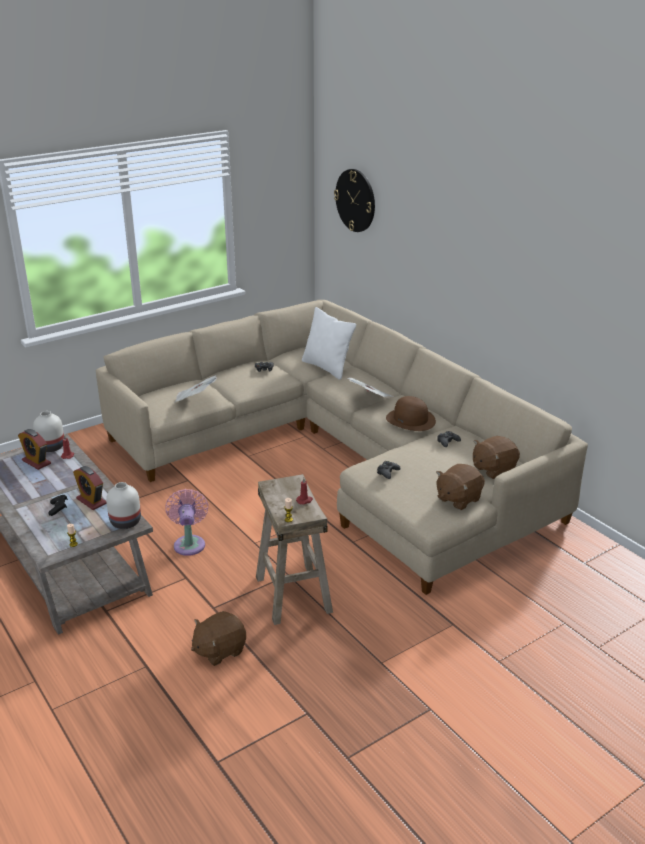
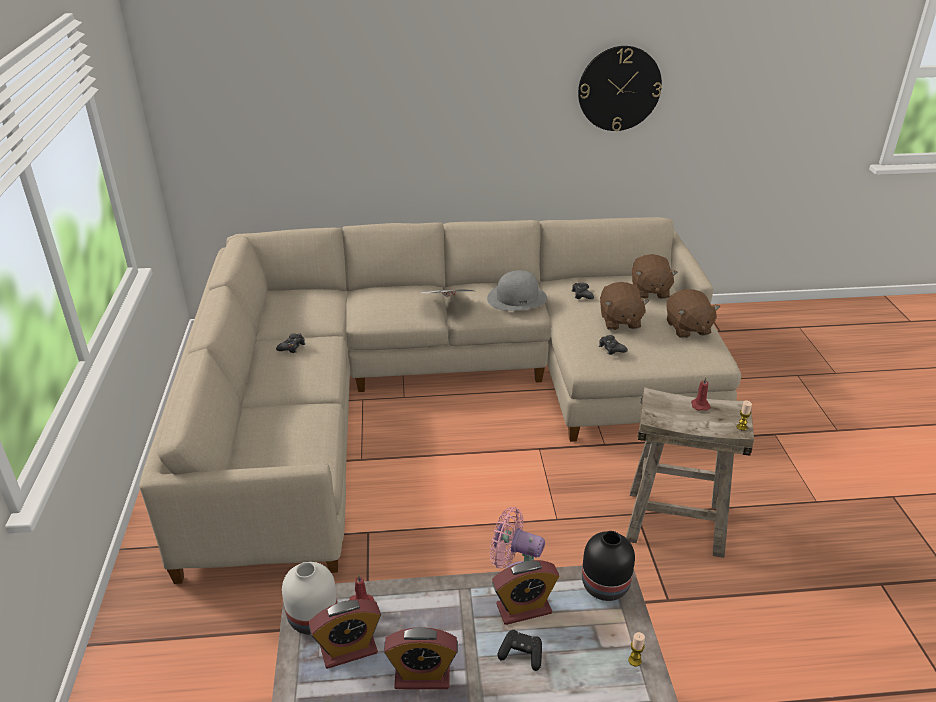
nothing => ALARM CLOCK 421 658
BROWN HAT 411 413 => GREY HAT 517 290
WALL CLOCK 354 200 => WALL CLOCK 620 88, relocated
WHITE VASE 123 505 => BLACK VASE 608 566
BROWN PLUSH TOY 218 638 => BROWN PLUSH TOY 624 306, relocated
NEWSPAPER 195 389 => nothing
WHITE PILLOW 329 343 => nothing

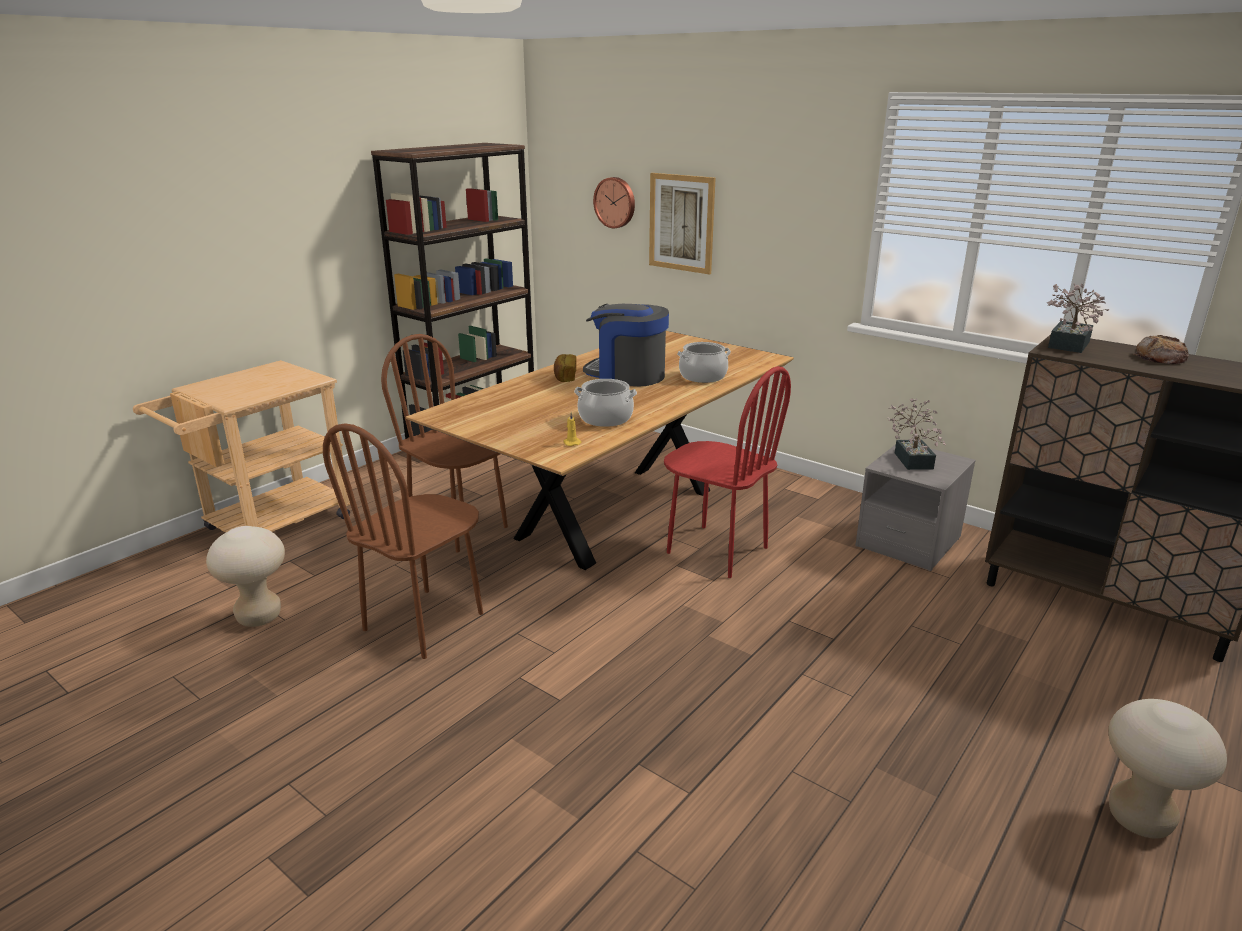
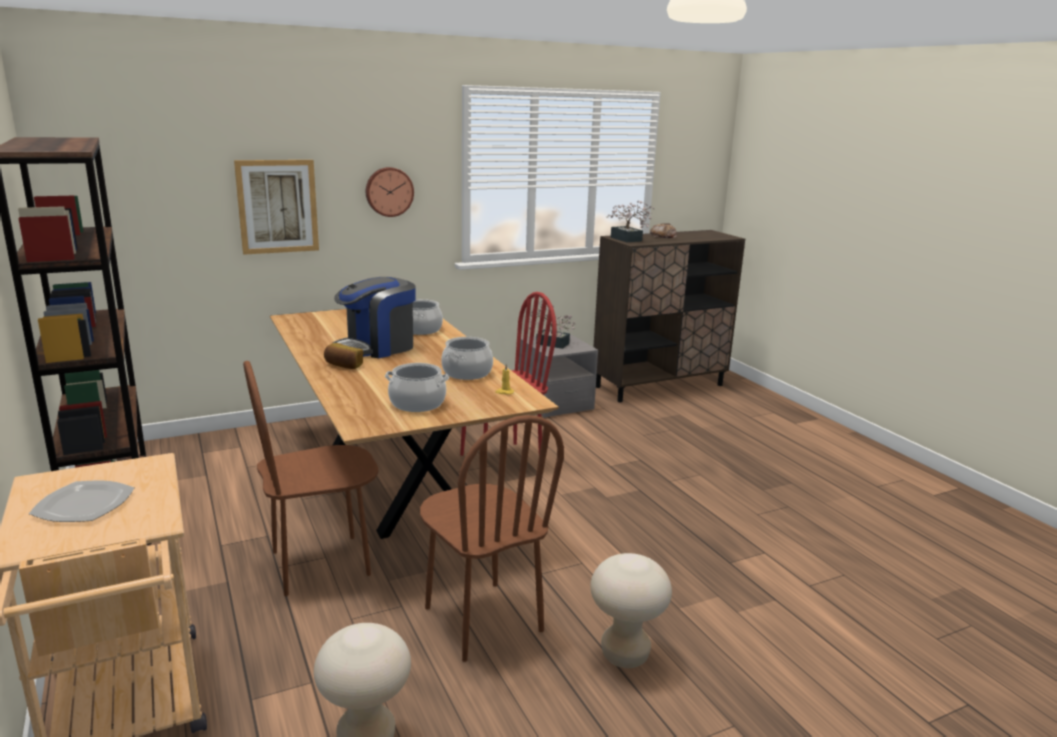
nothing => PLATE 81 501
WALL CLOCK 614 202 => WALL CLOCK 390 192, relocated
nothing => COOKING POT 417 387
BEIGE STOOL 1167 769 => BEIGE STOOL 631 610, relocated

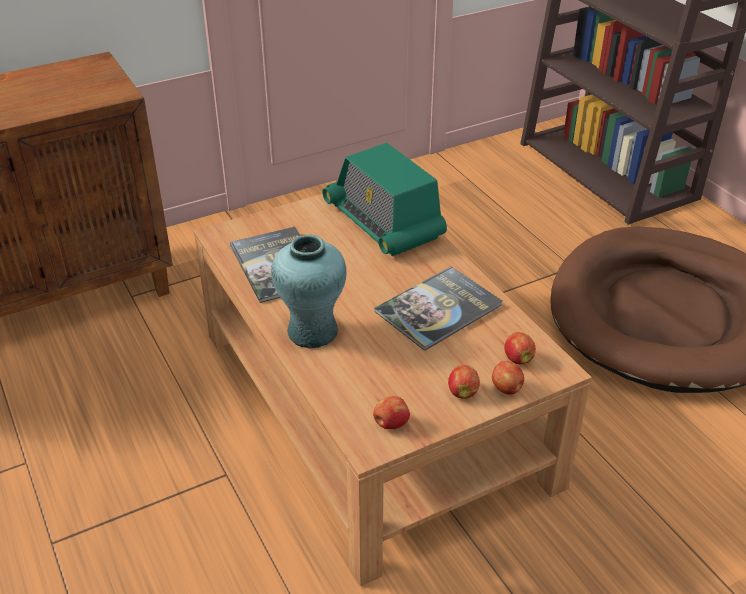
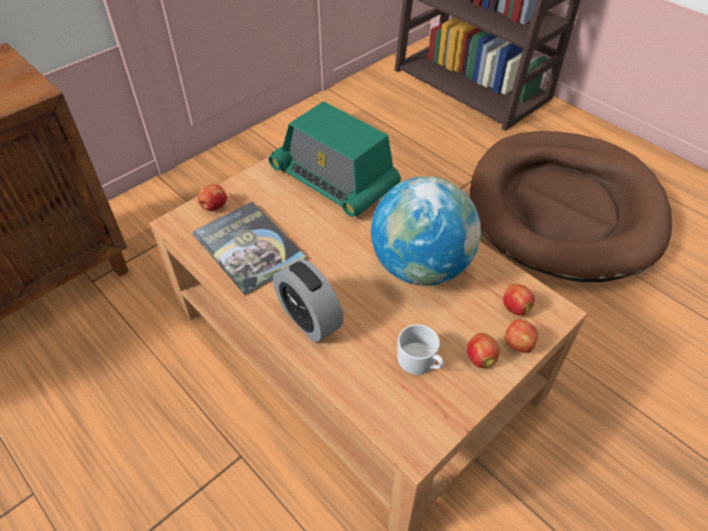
APPLE 391 412 => APPLE 212 197, relocated
TURQUOISE VASE 308 291 => ALARM CLOCK 308 300
BOOK 438 308 => GLOBE 426 231
nothing => WHITE MUG 420 349

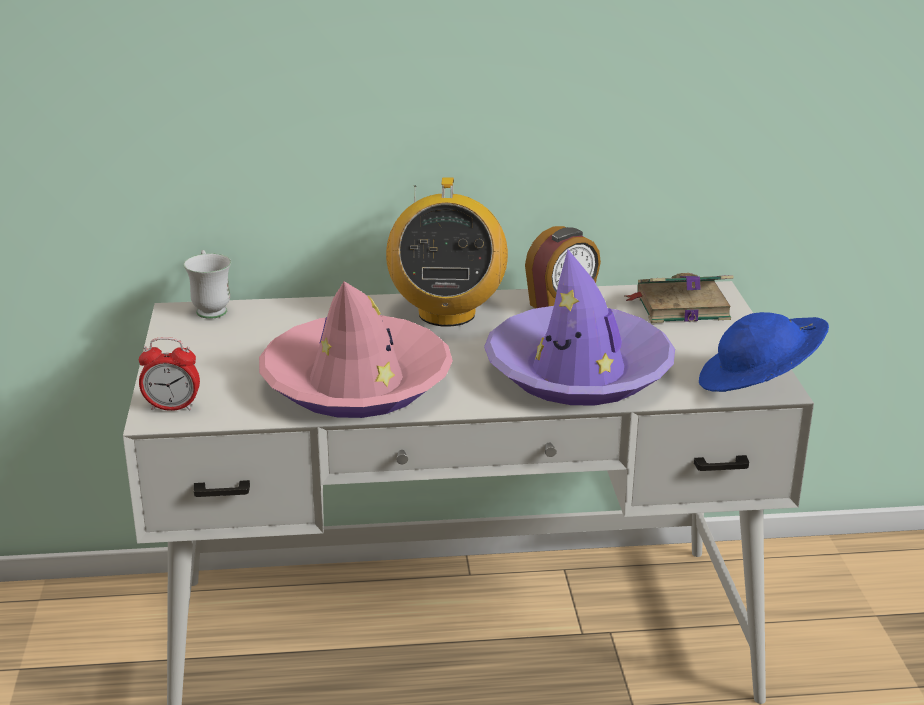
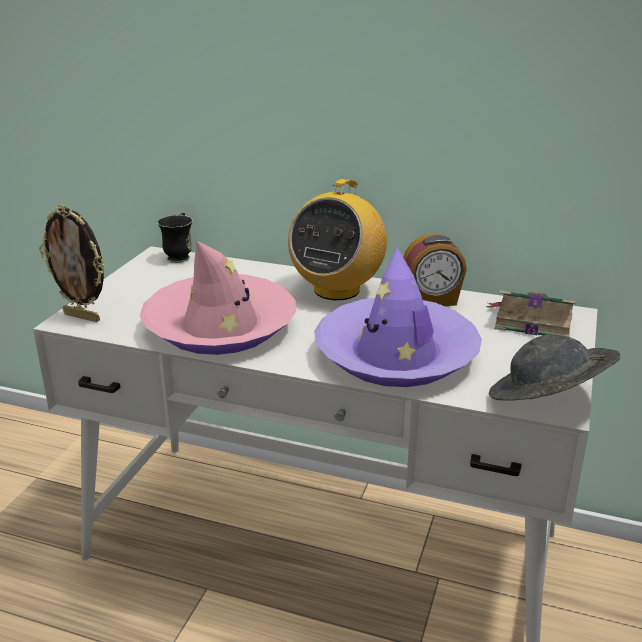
ALARM CLOCK 169 374 => PICTURE FRAME 72 263
WHITE MUG 207 284 => BLACK MUG 175 238
BLUE HAT 764 352 => GREY HAT 554 367

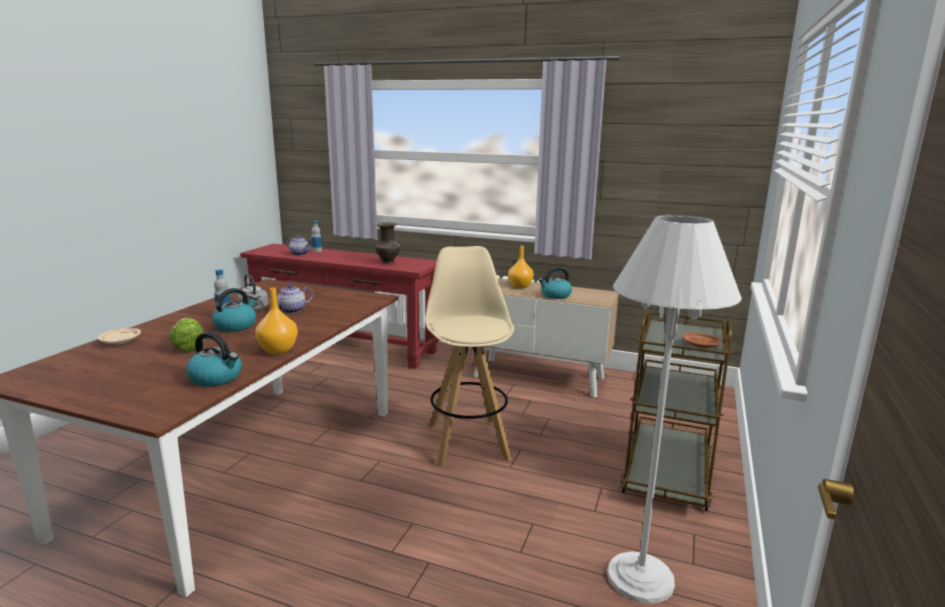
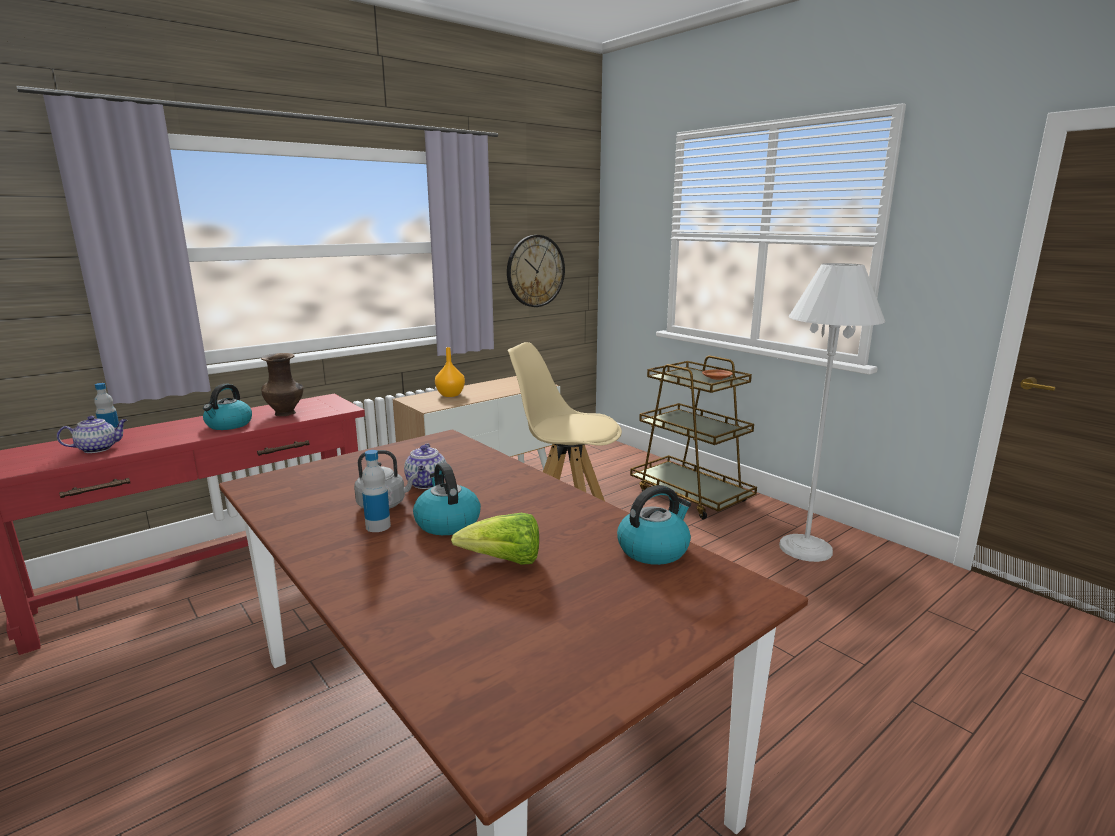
KETTLE 555 283 => KETTLE 227 407, relocated
nothing => WALL CLOCK 536 271
BEIGE PLATE 119 336 => nothing
ORANGE VASE 276 320 => nothing

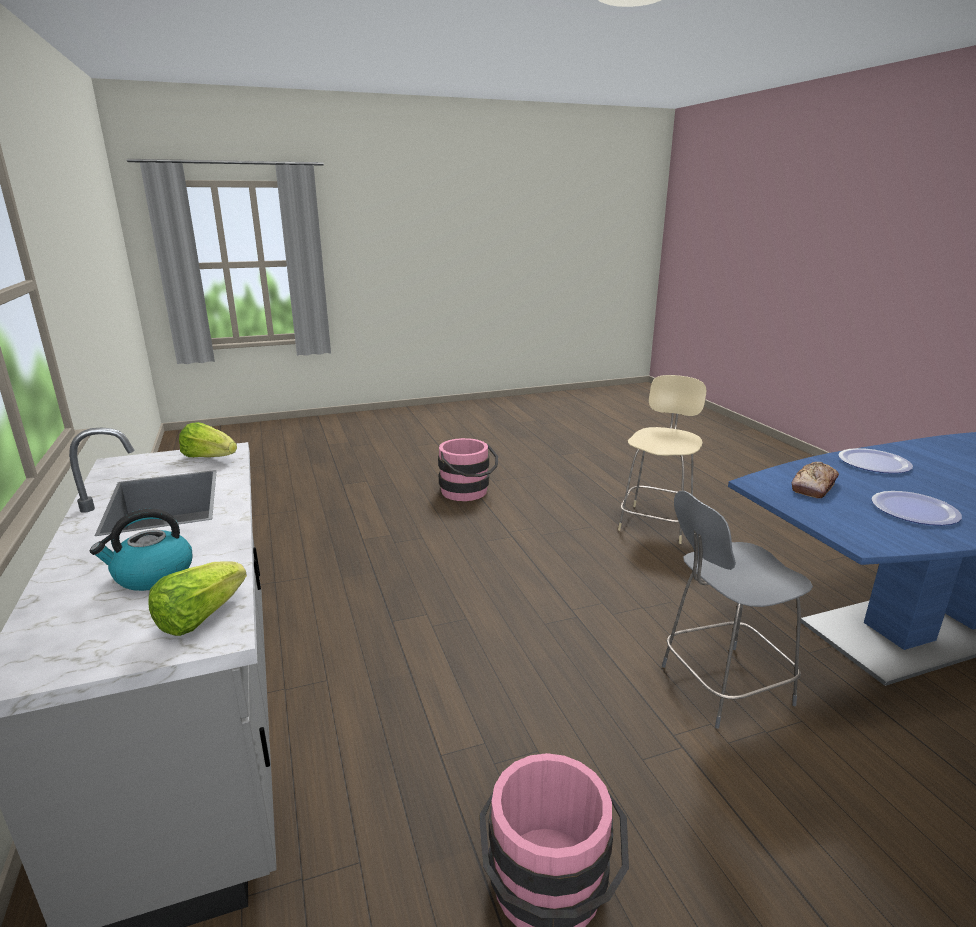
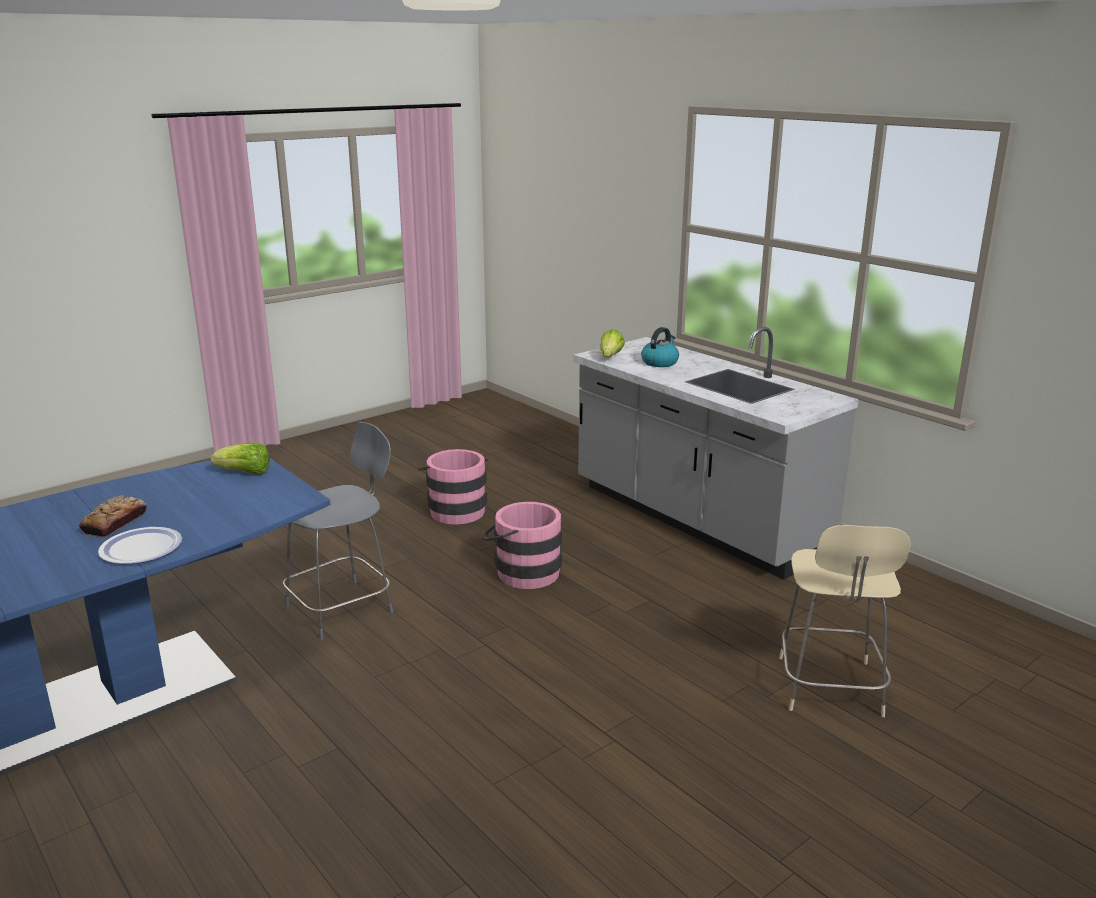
BREAD 815 480 => BREAD 113 516, relocated
LETTUCE 208 439 => LETTUCE 240 459, relocated
PINK BUCKET 468 469 => PINK BUCKET 521 545, relocated
BEIGE CHAIR 662 459 => BEIGE CHAIR 845 621, relocated
PLATE 917 508 => nothing

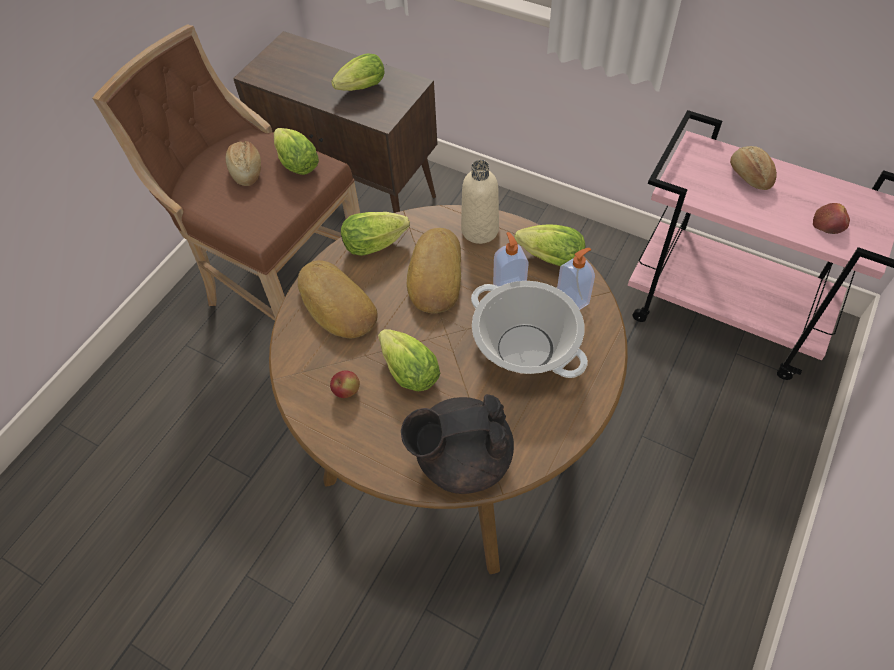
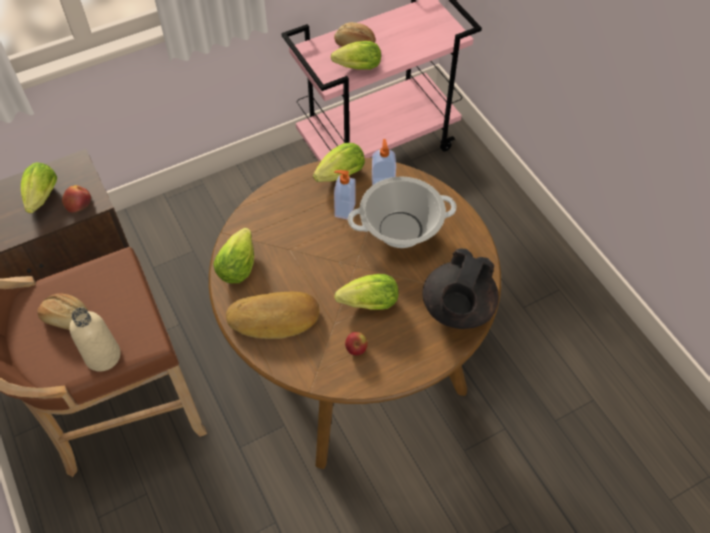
APPLE 831 218 => APPLE 76 199, relocated
BEIGE BOTTLE 480 202 => BEIGE BOTTLE 95 340, relocated
LETTUCE 296 151 => LETTUCE 356 55, relocated
BREAD 434 270 => nothing

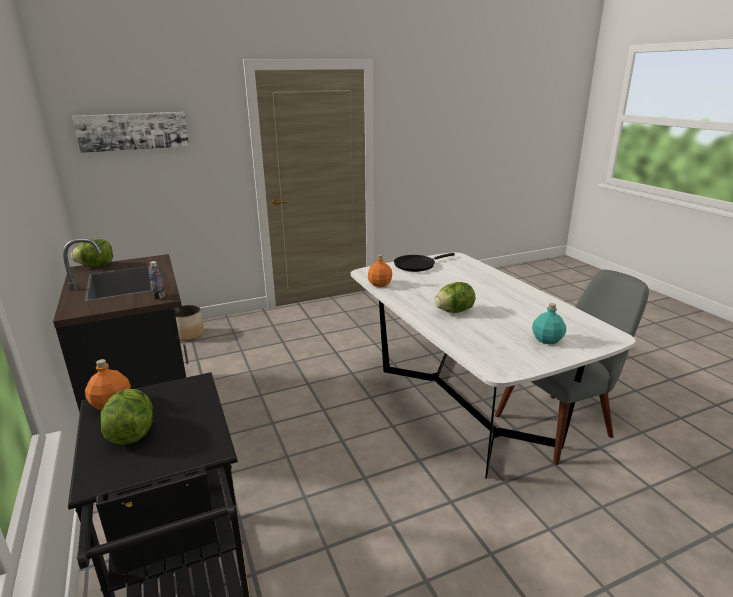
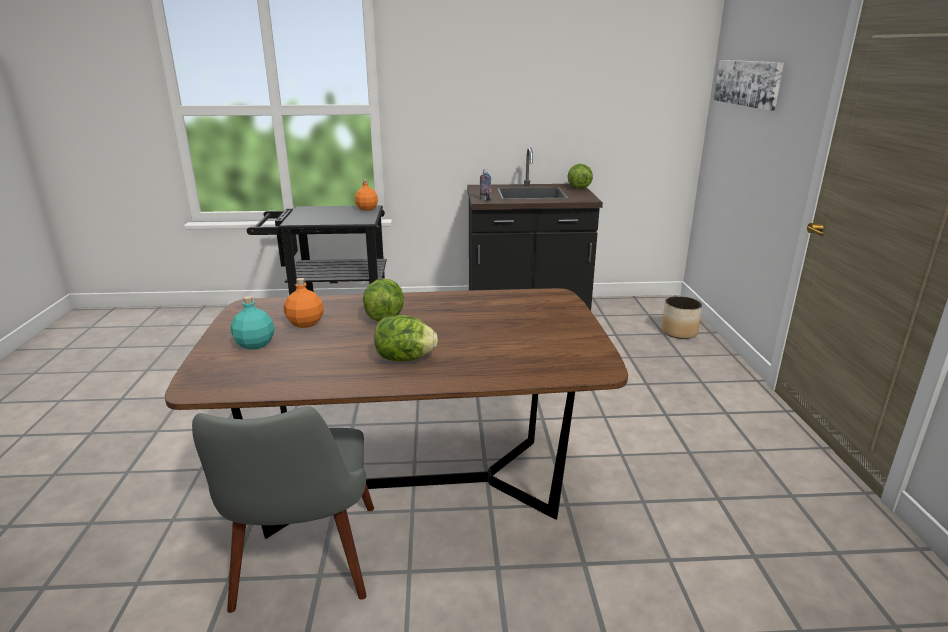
WHITE DINING TABLE 493 365 => BROWN DINING TABLE 396 413
ORANGE BOTTLE 380 270 => ORANGE BOTTLE 304 303, relocated
LETTUCE 127 417 => LETTUCE 406 338, relocated
BLACK FRYING PAN 424 262 => nothing

